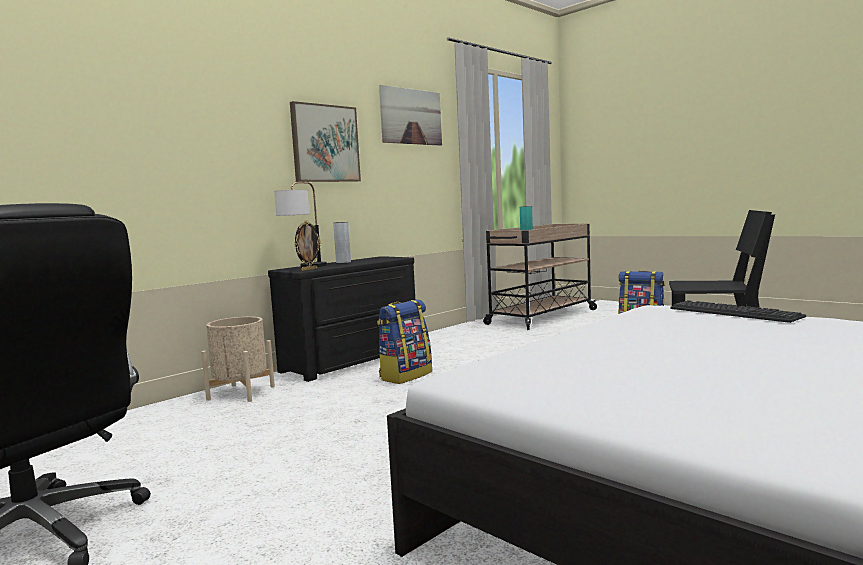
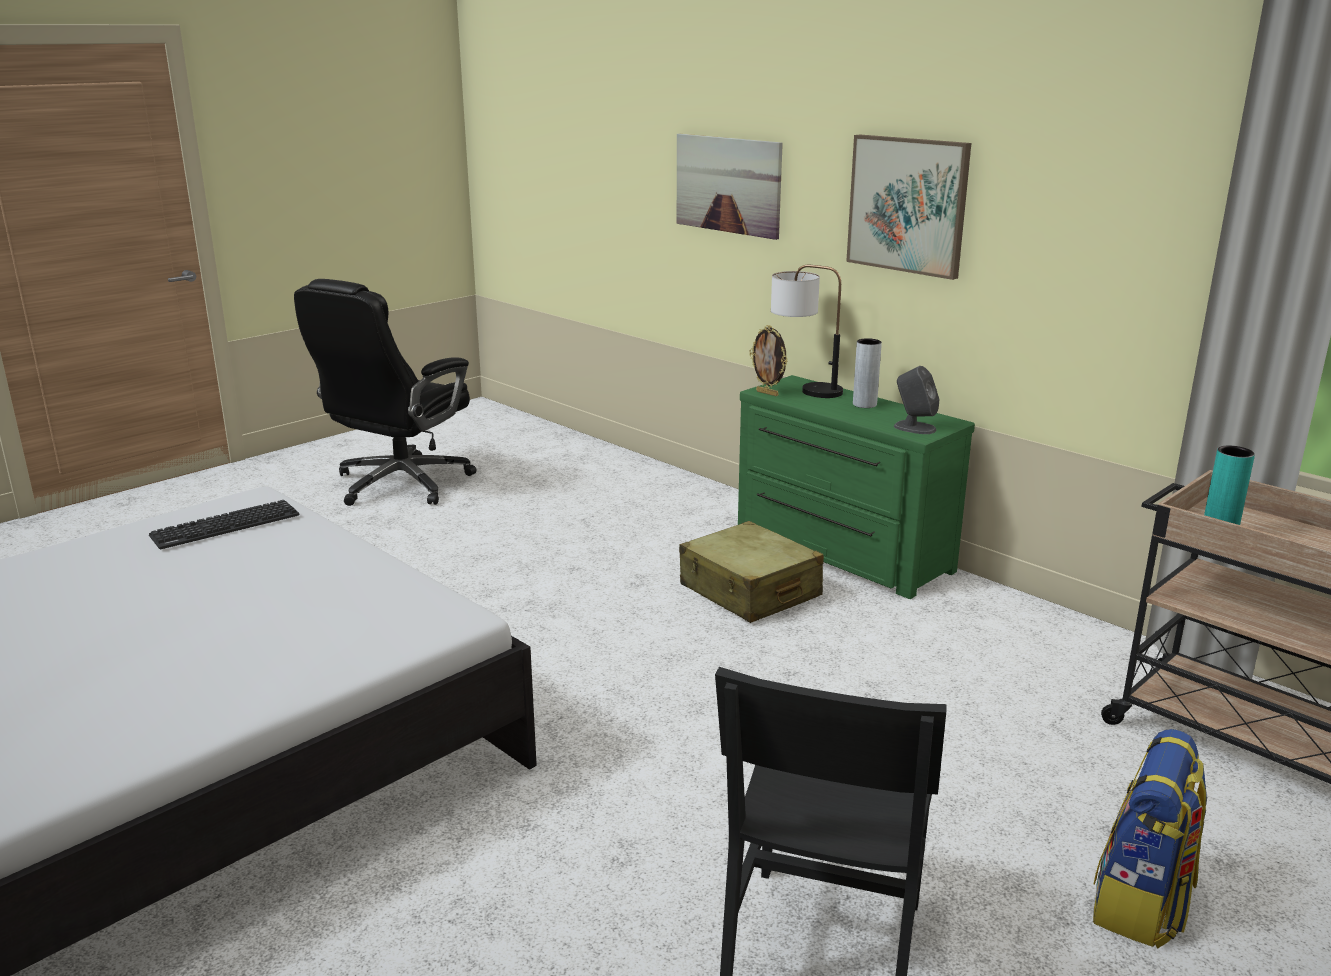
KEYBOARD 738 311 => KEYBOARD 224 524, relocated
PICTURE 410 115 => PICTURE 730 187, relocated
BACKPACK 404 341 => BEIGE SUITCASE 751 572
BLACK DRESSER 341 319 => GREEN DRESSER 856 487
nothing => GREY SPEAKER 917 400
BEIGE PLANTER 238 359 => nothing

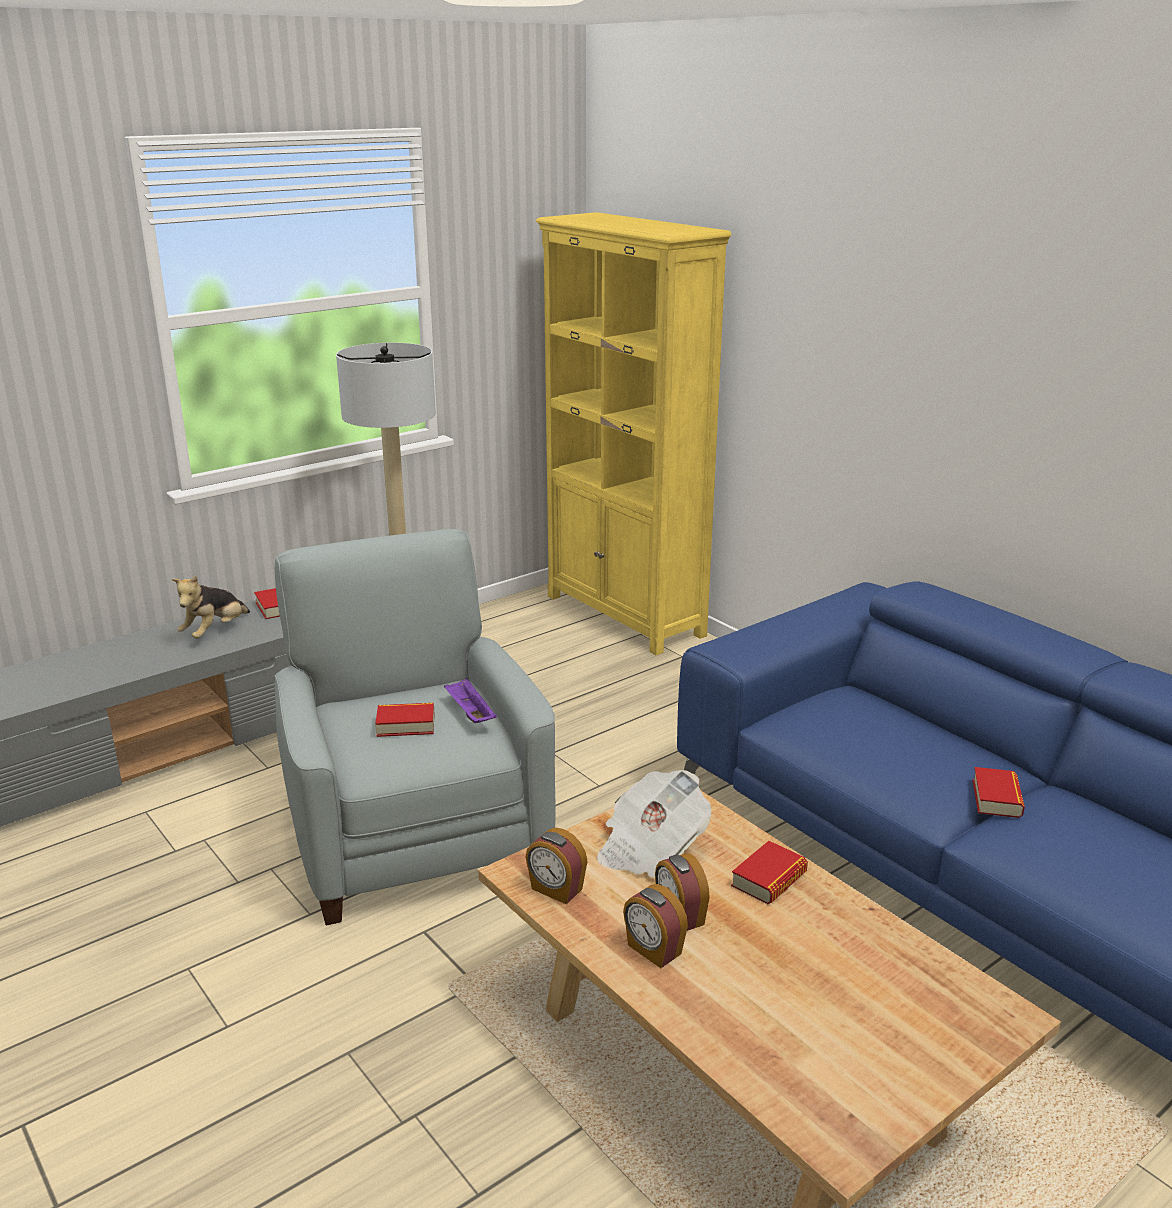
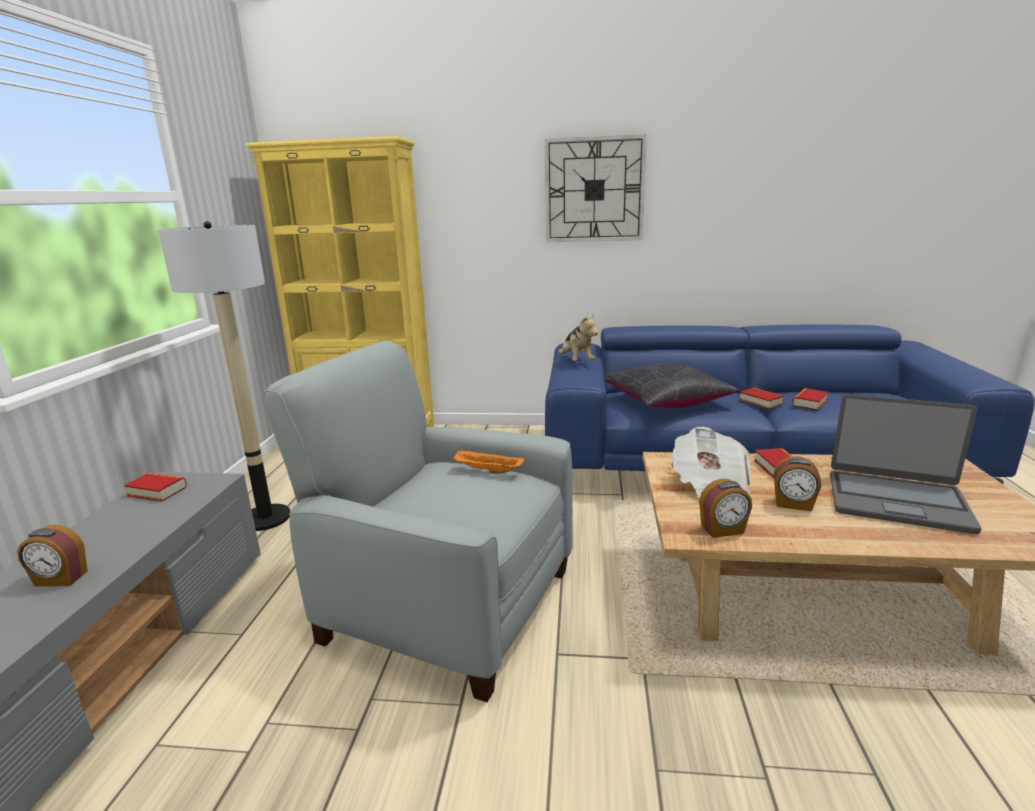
ALARM CLOCK 655 926 => ALARM CLOCK 52 555, relocated
PURPLE TRAY 470 700 => ORANGE TRAY 488 462
nothing => WALL CLOCK 596 188
PLUSH TOY 211 607 => PLUSH TOY 578 337, relocated
nothing => BLACK PILLOW 672 385
BOOK 404 720 => BOOK 810 399, relocated
nothing => LAPTOP 906 464

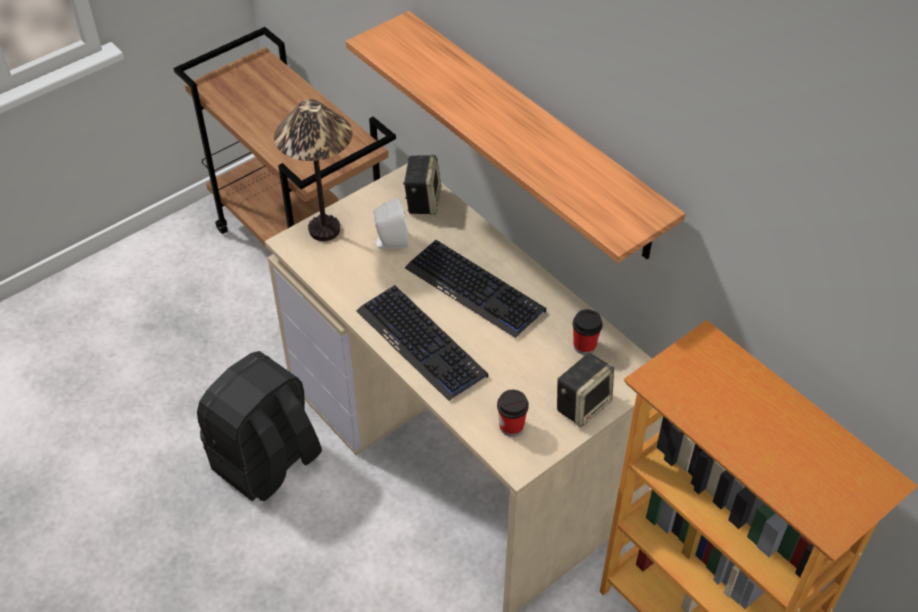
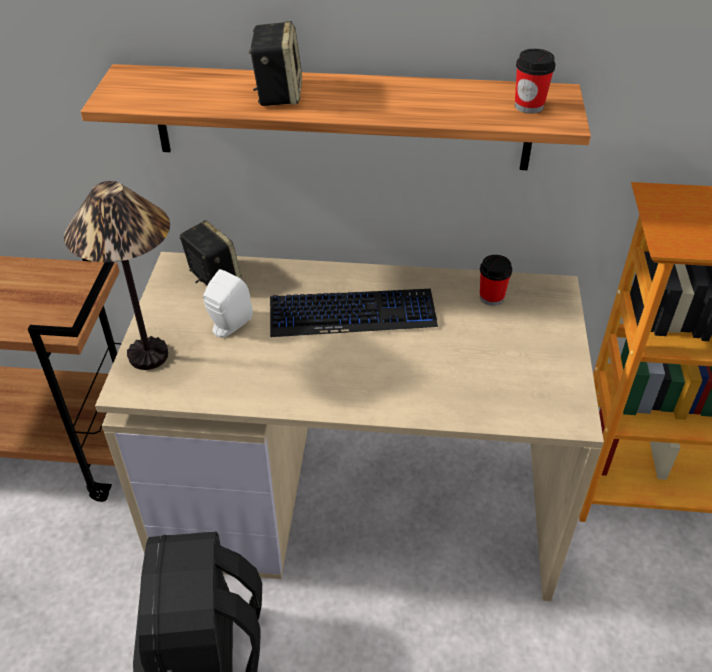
SPEAKER 585 390 => SPEAKER 275 63, relocated
CUP 513 413 => CUP 535 81, relocated
KEYBOARD 422 343 => nothing

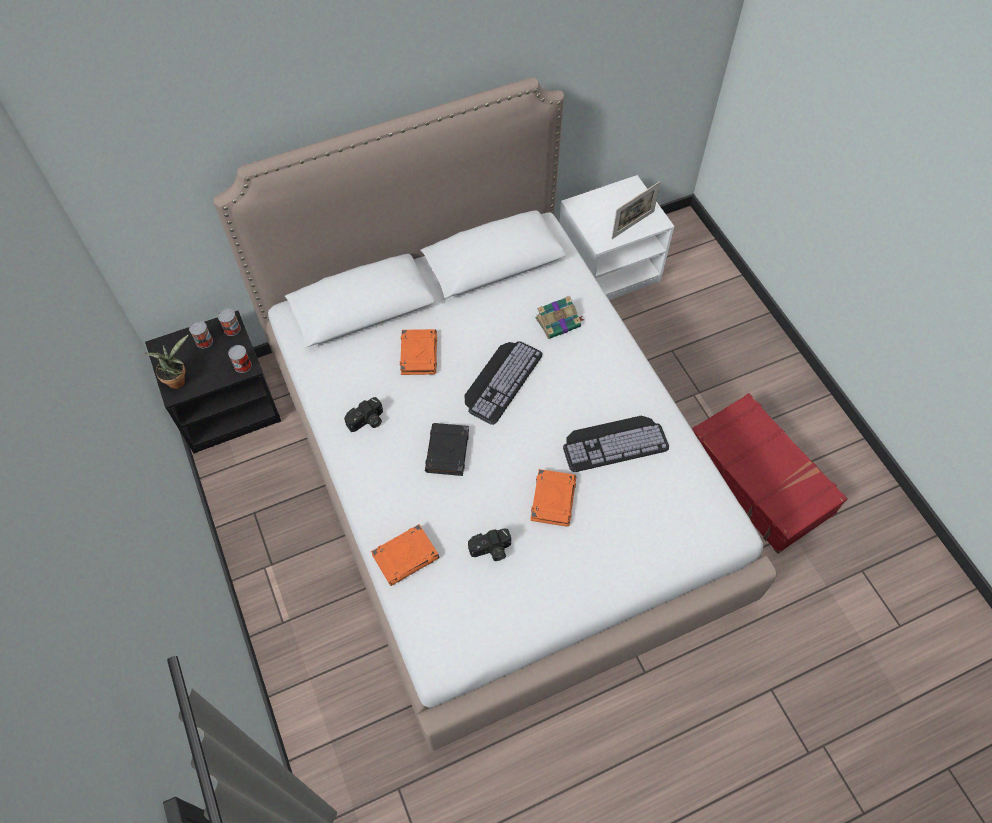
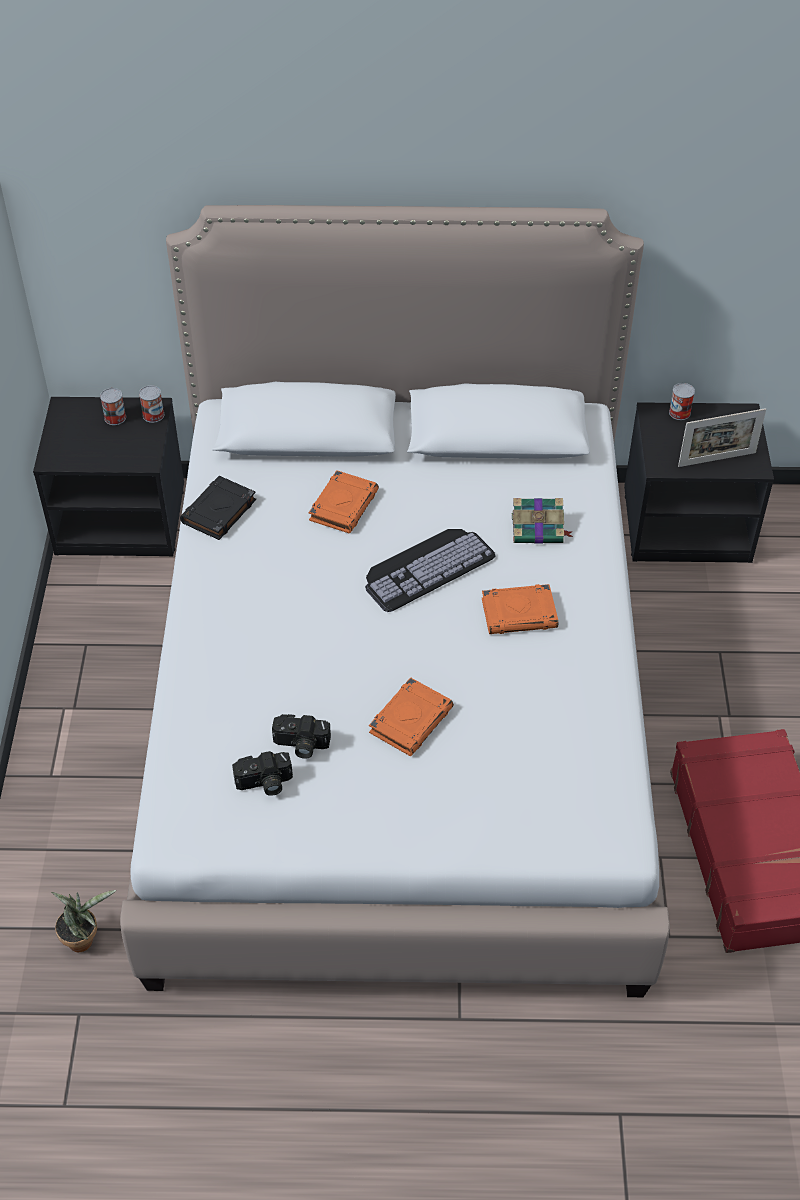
POTTED PLANT 166 362 => POTTED PLANT 83 921, relocated
BLACK BOOK 447 449 => BLACK BOOK 218 508, relocated
PHOTO CAMERA 363 414 => PHOTO CAMERA 262 773, relocated
ORANGE BOOK 405 555 => ORANGE BOOK 520 609, relocated
WHITE NIGHTSTAND 617 237 => BLACK NIGHTSTAND 699 482
CAN 240 359 => CAN 682 401, relocated
KEYBOARD 616 444 => nothing

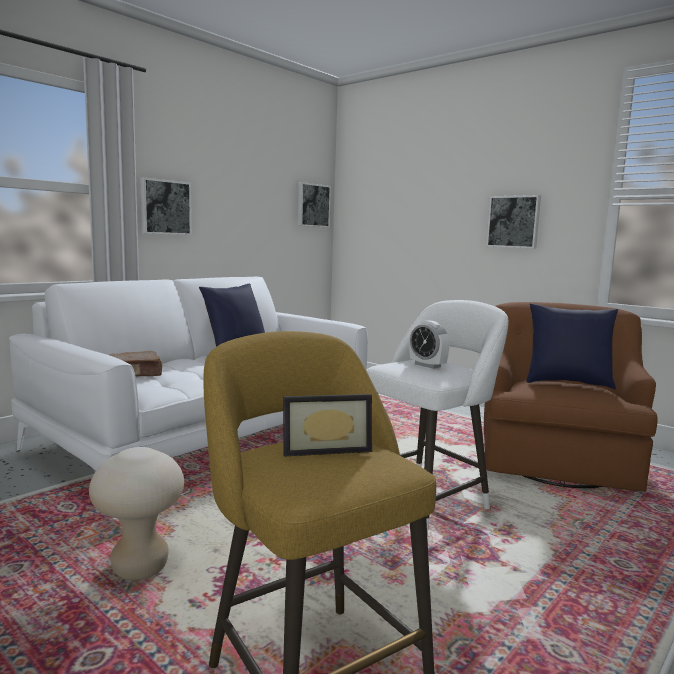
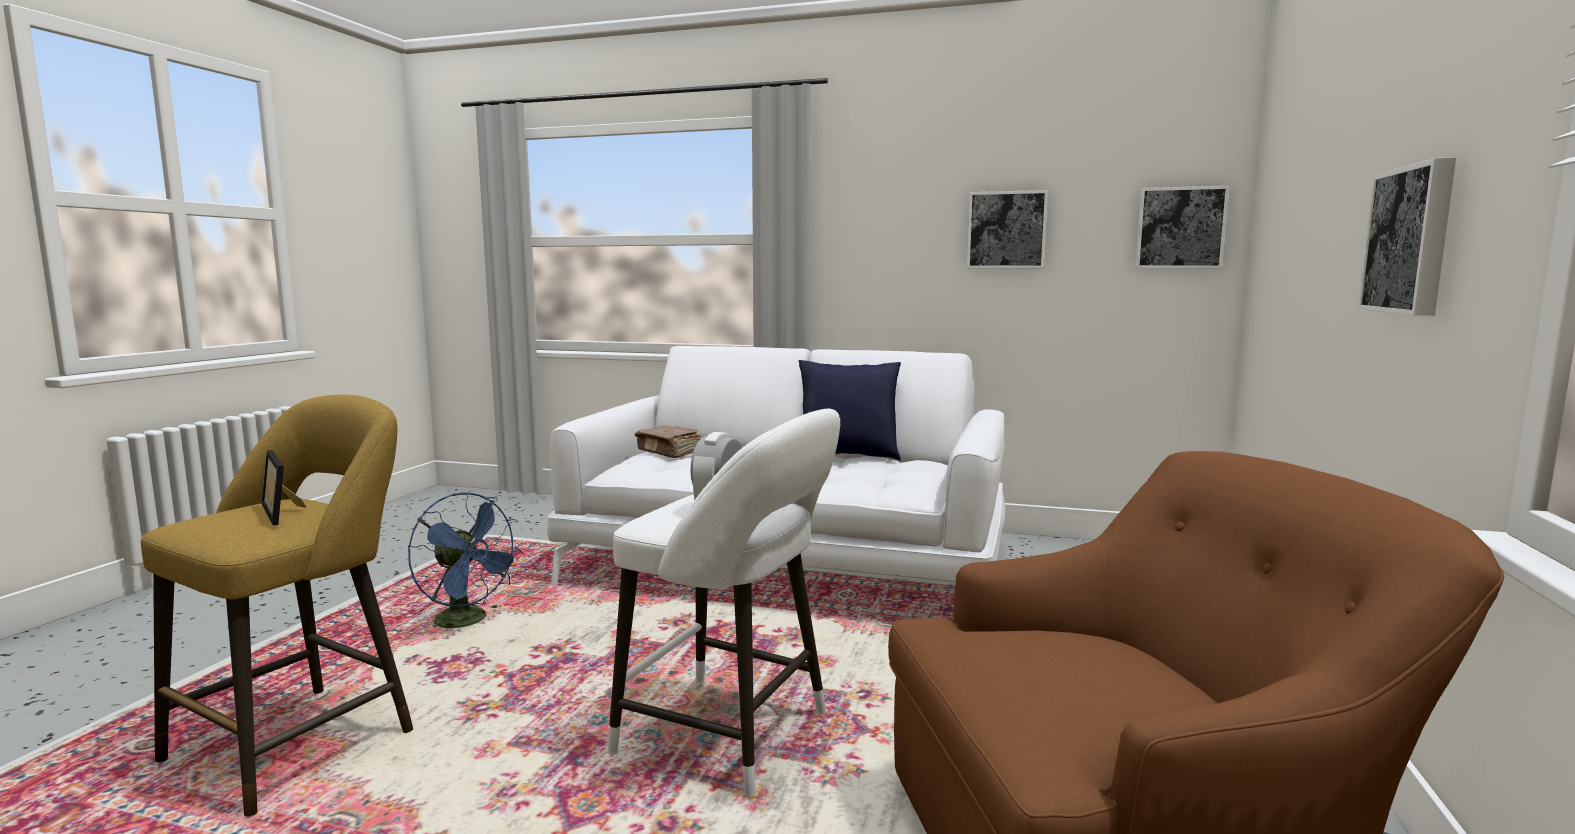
BEIGE STOOL 136 513 => BLUE FAN 465 560
PICTURE 166 206 => PICTURE 1007 229, relocated
BLUE PILLOW 572 346 => nothing

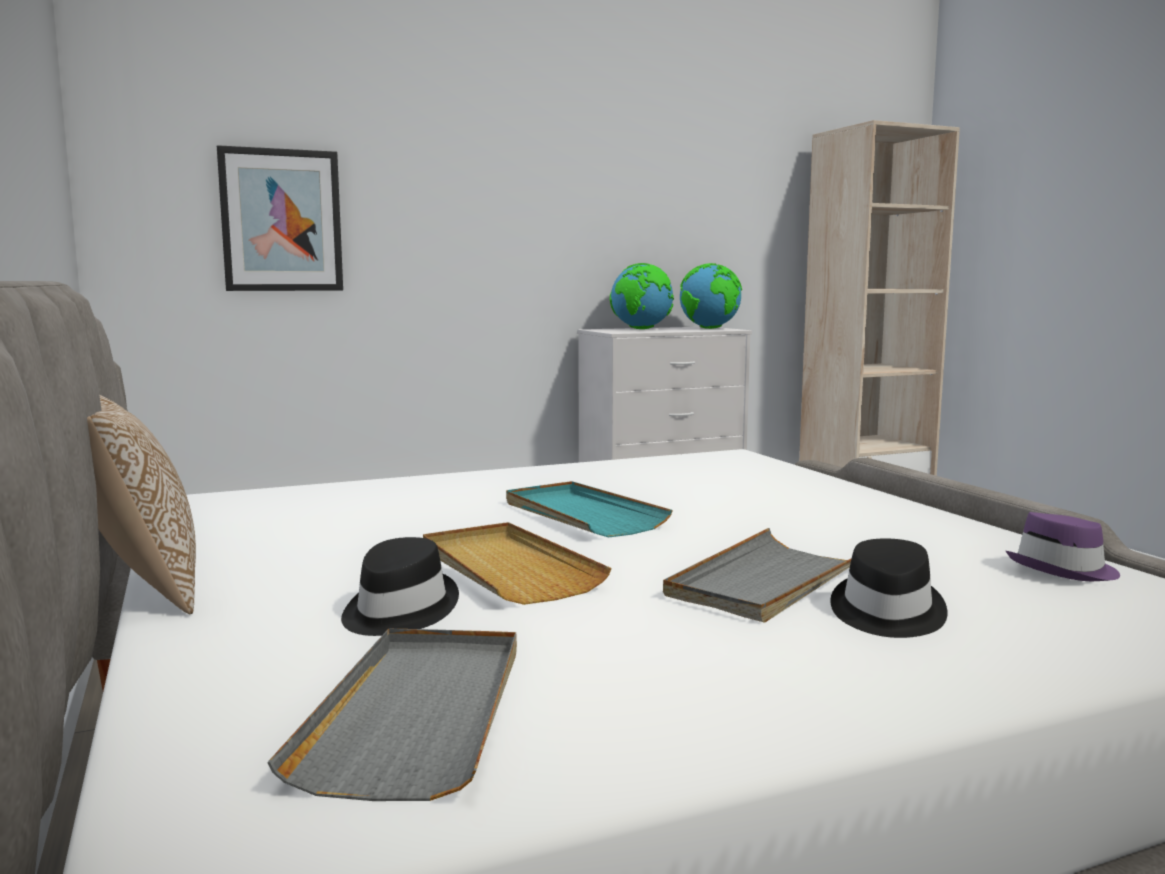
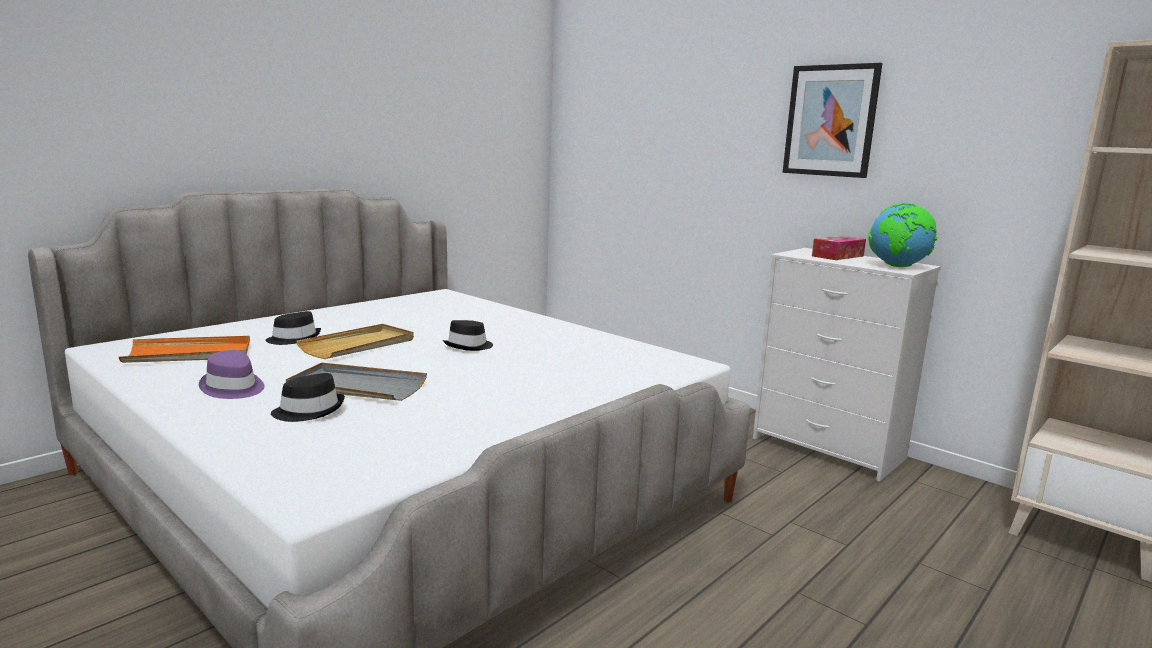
GREY TRAY 392 715 => ORANGE TRAY 184 349
PURPLE HAT 1063 546 => PURPLE HAT 232 374, relocated
TURQUOISE TRAY 589 509 => BLACK HAT 468 335
PICTURE 280 218 => PICTURE 832 120, relocated
GLOBE 642 296 => TISSUE BOX 839 248
PILLOW 141 504 => nothing

